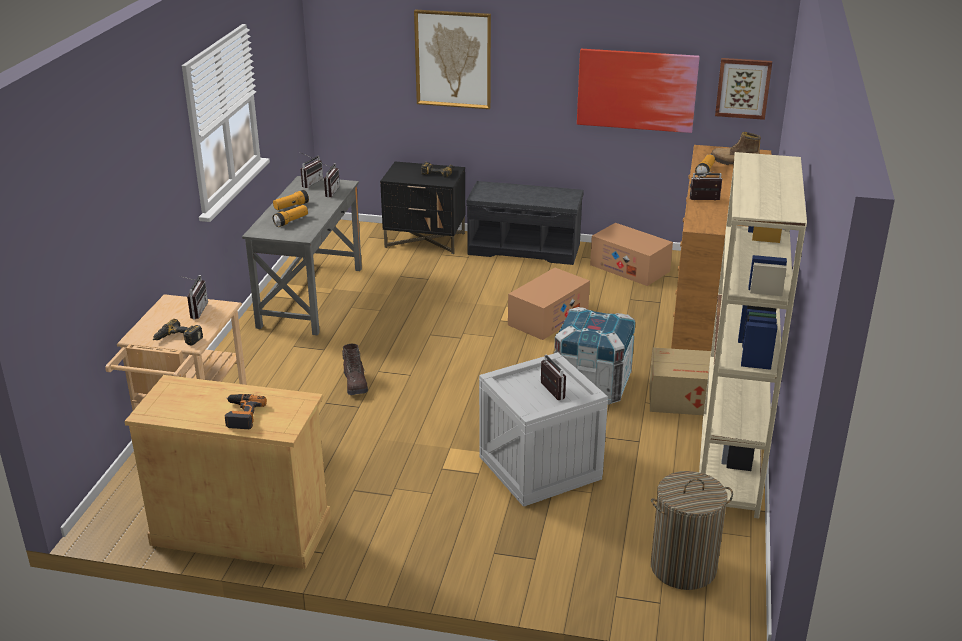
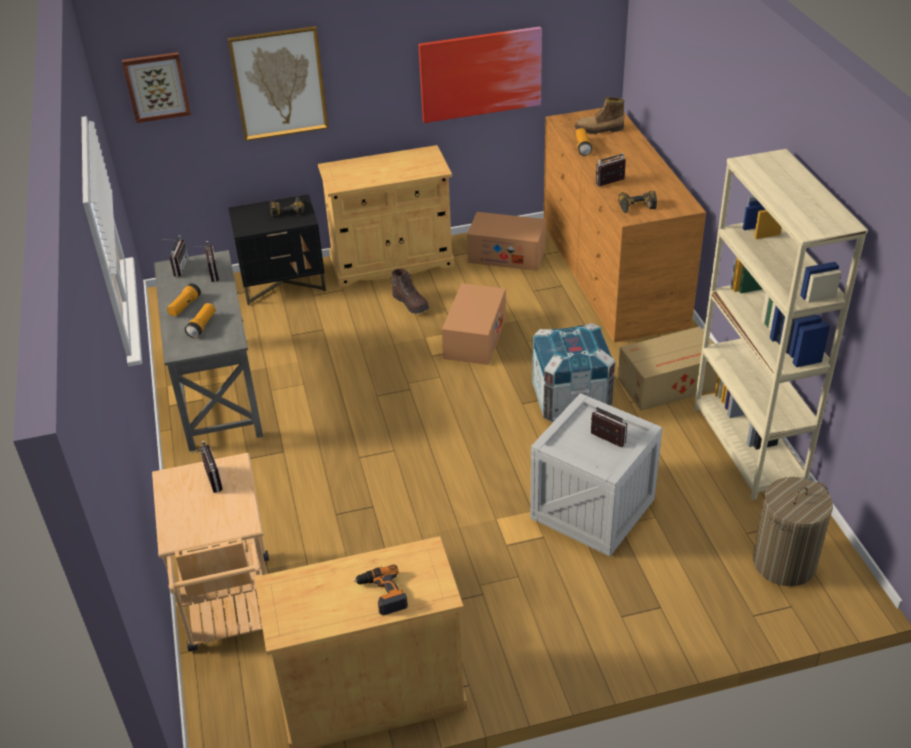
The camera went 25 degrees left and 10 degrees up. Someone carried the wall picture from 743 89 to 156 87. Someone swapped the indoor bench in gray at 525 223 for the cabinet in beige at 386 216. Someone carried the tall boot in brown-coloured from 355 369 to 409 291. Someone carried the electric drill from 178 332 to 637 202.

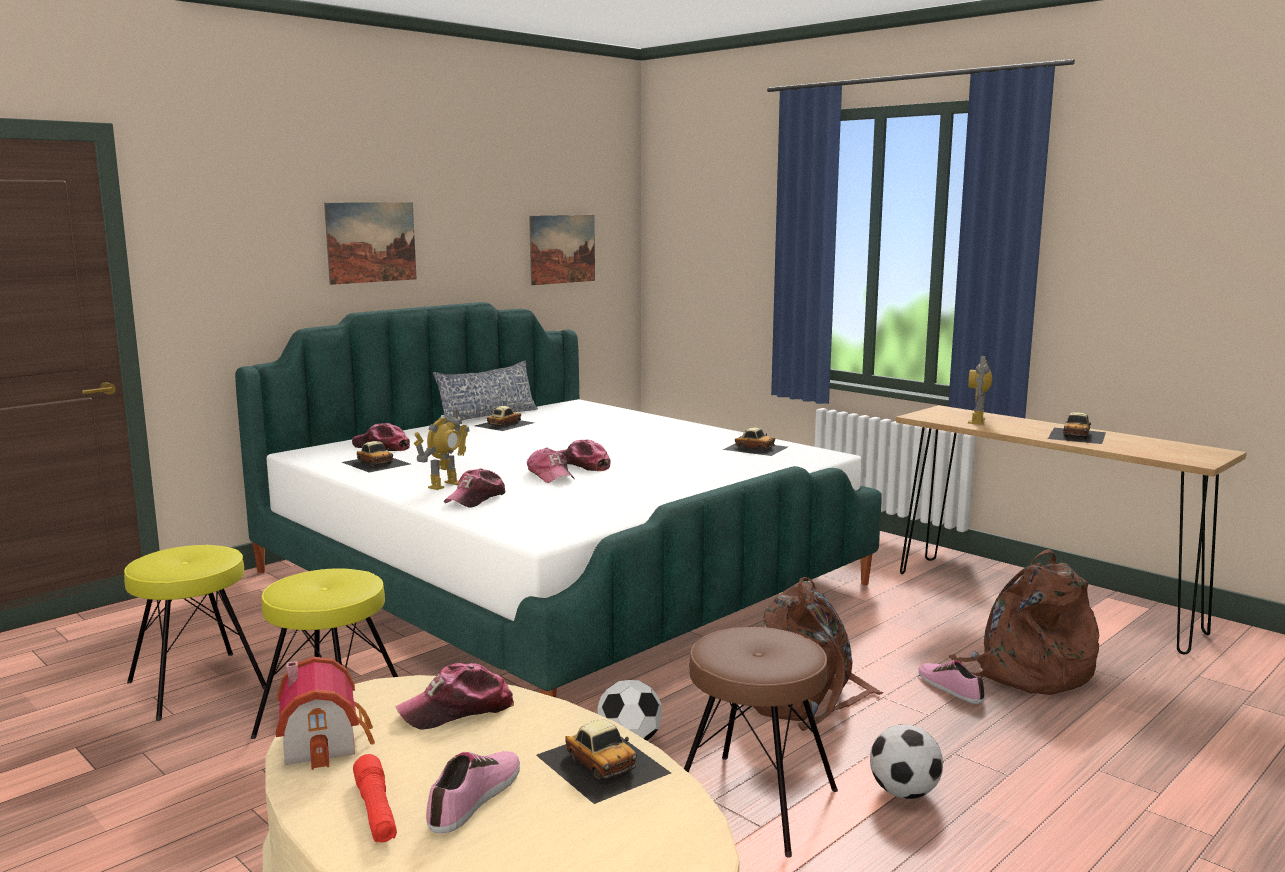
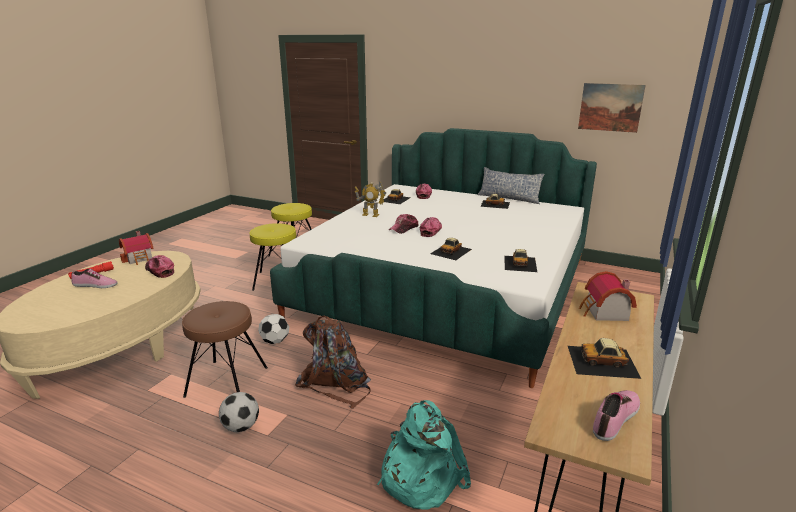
The camera went 70 degrees right and 10 degrees up. Someone repainted the backpack in brown-coloured at 1024 622, which became the backpack in turquoise-coloured at 424 454. Someone carried the model car from 603 761 to 451 249. Someone swapped the toy robot at 980 390 for the miniature house at 608 296. Someone carried the item of footwear from 952 682 to 616 415. Someone took away the wall picture at 370 243. Someone took away the cap at 475 488.

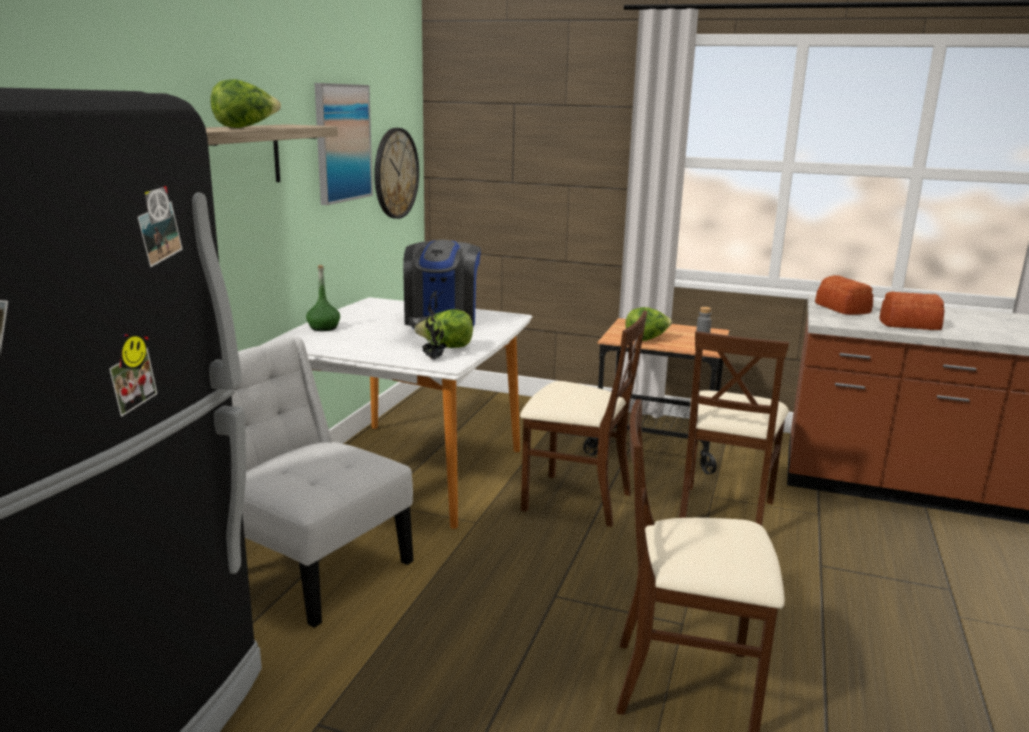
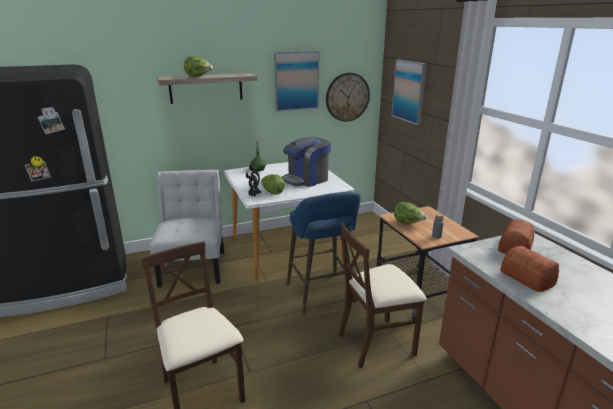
The camera went 50 degrees right and 5 degrees up. Someone swapped the upright chair in beige at 583 418 for the sitting stool in bluish at 324 252. Someone put up the wall picture at 409 92.

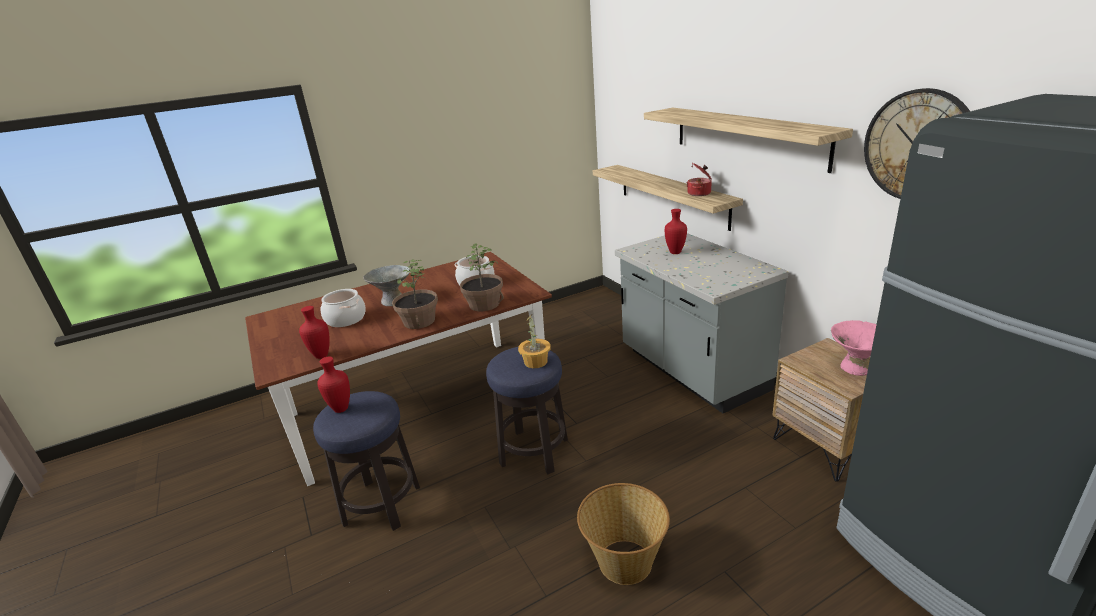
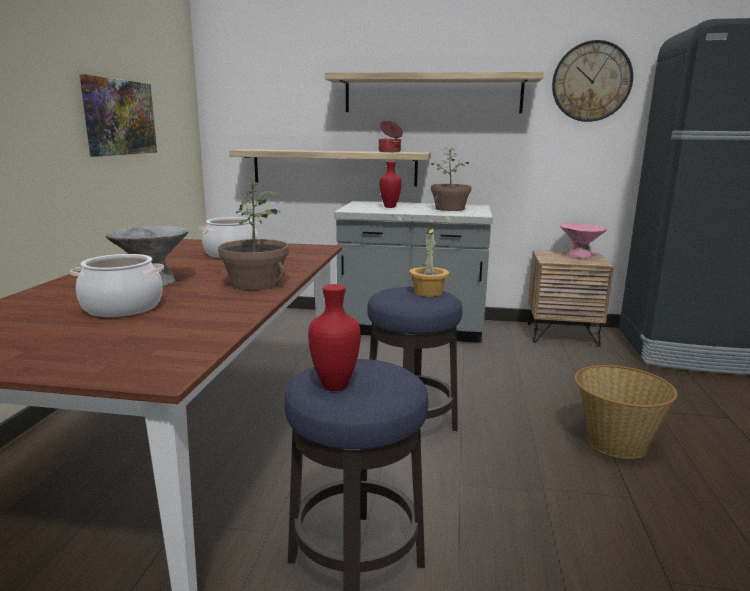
The camera went 55 degrees left and 10 degrees down. Someone put up the wall picture at 118 115. Someone carried the houseplant from 482 277 to 451 179. Someone took away the decorative vase in red at 314 332.

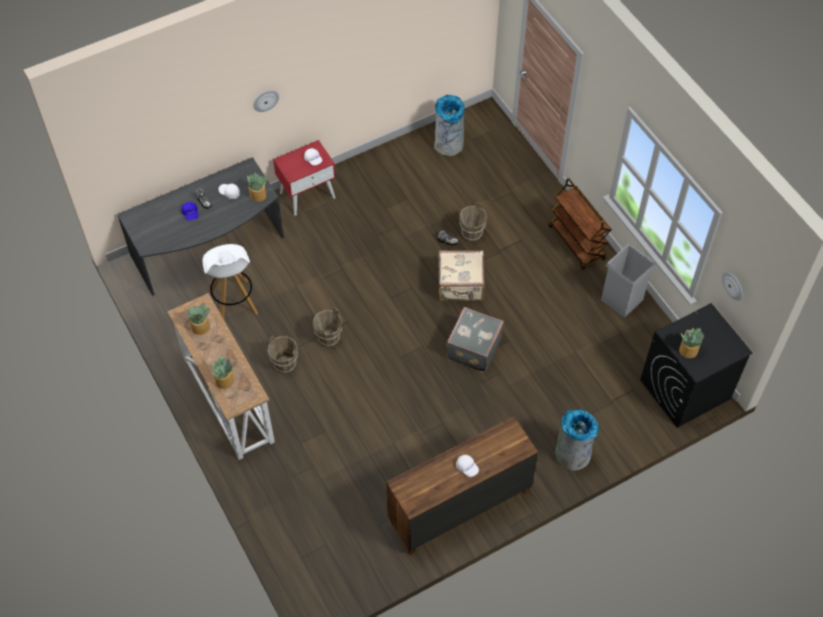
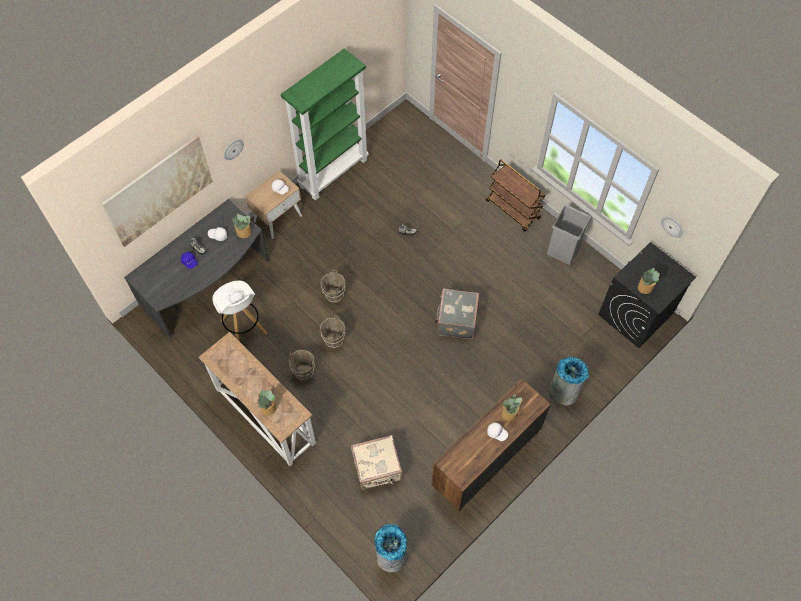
The camera went 15 degrees left and 5 degrees up. Someone put up the wall picture at 157 191. Someone repainted the nightstand in red at 304 178, which became the nightstand in beige at 273 205. Someone put down the bookcase in greenish at 325 124. Someone carried the pail in brown-coloured from 473 222 to 333 286. Someone carried the travel case in beige from 462 275 to 376 462. Someone carried the rubbish bin in gray from 449 125 to 391 548. Someone carried the houseplant from 198 319 to 512 407.

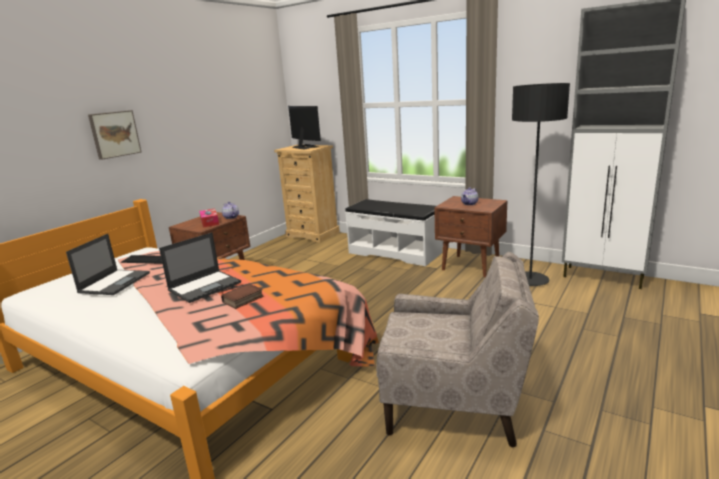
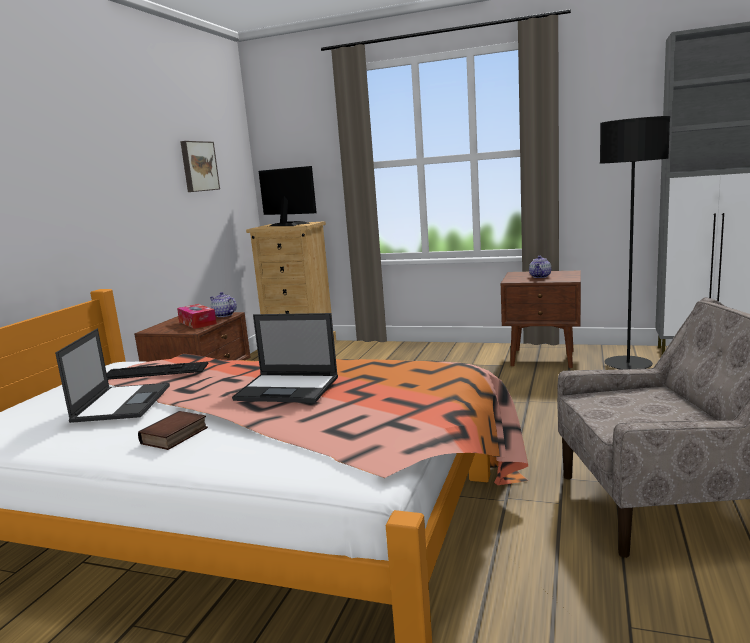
The camera went 15 degrees left and 5 degrees down. Someone carried the bound book from 242 296 to 173 430. Someone carried the wall picture from 114 135 to 200 166. Someone rotated the portable computer at 200 267 by 75 degrees clockwise. Someone took away the indoor bench in whitish at 393 232.

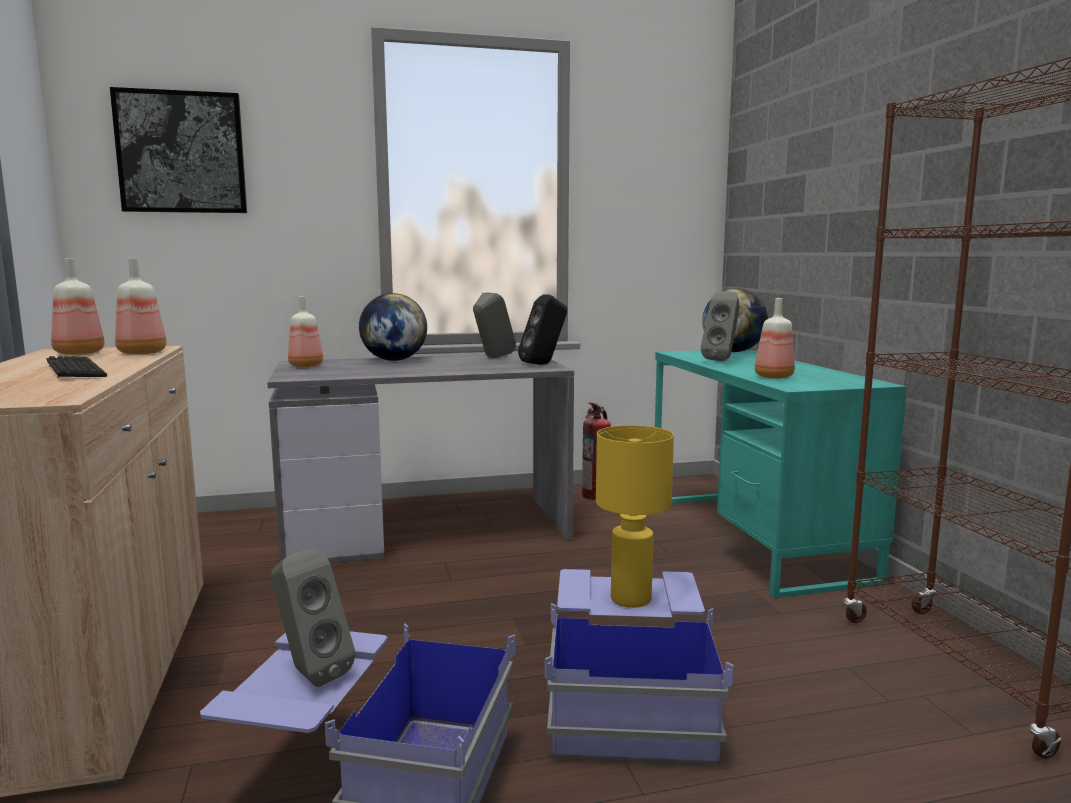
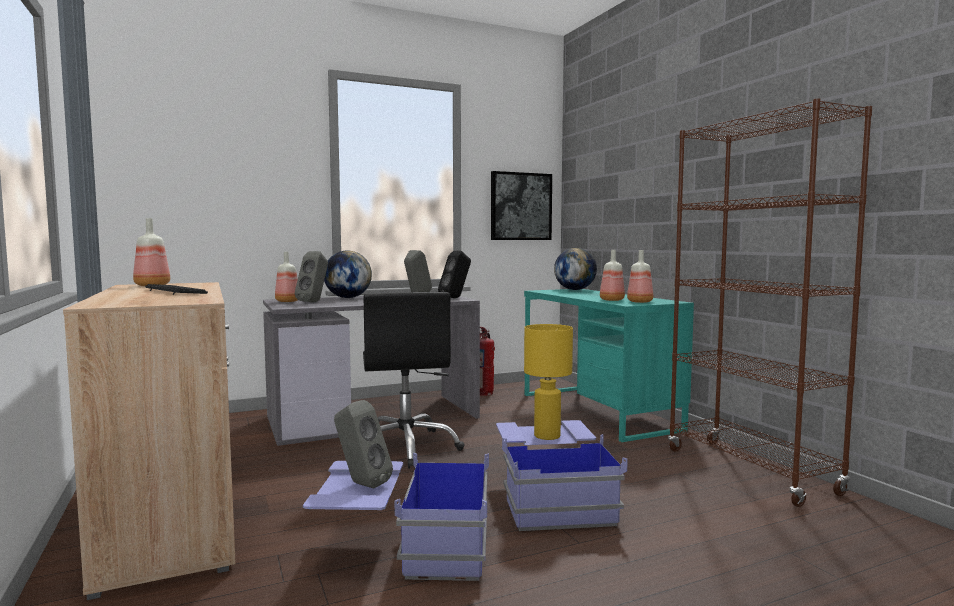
The camera went 10 degrees left and 5 degrees down. Someone carried the audio speaker in gray from 720 326 to 311 277. Someone put down the computer chair in blackish at 414 380. Someone carried the wall picture from 178 150 to 521 205. Someone carried the drink bottle from 141 306 to 640 276.

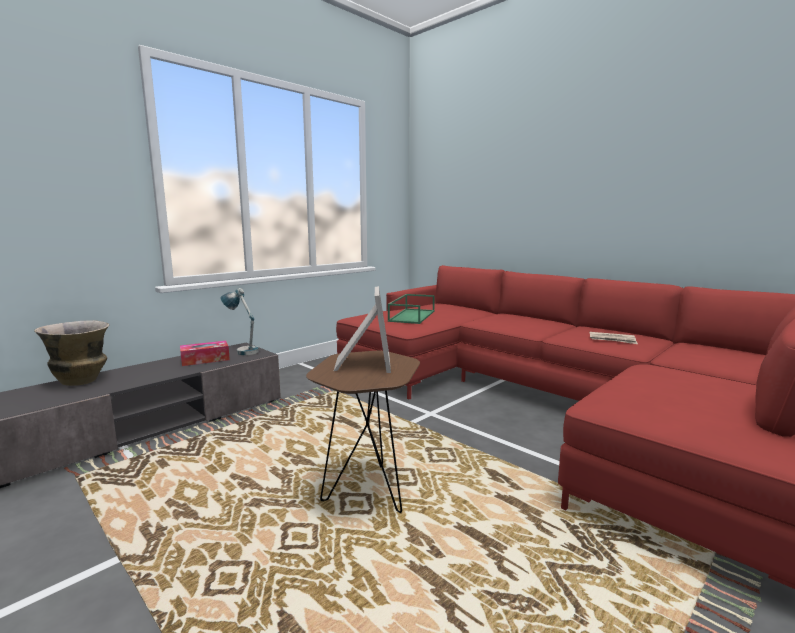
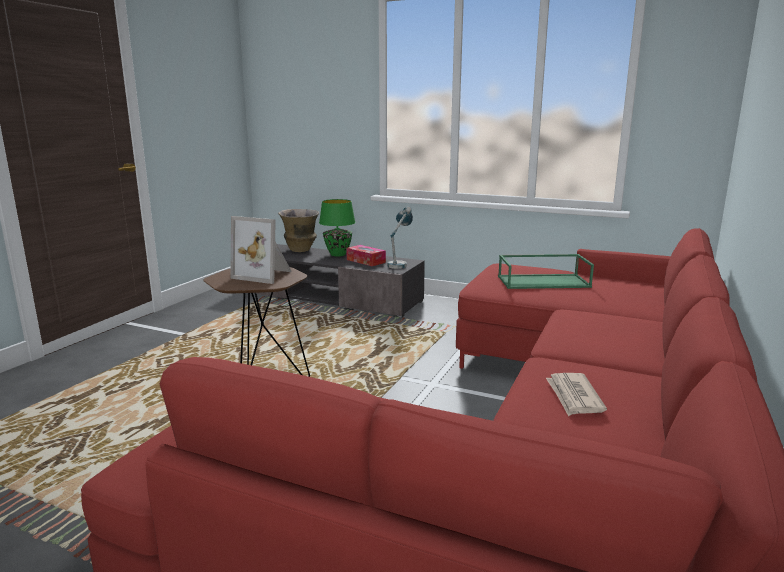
The camera went 70 degrees right and 5 degrees up. Someone rotated the picture frame at 362 329 by 45 degrees clockwise. Someone put down the lamp for a table in greenish at 337 227.

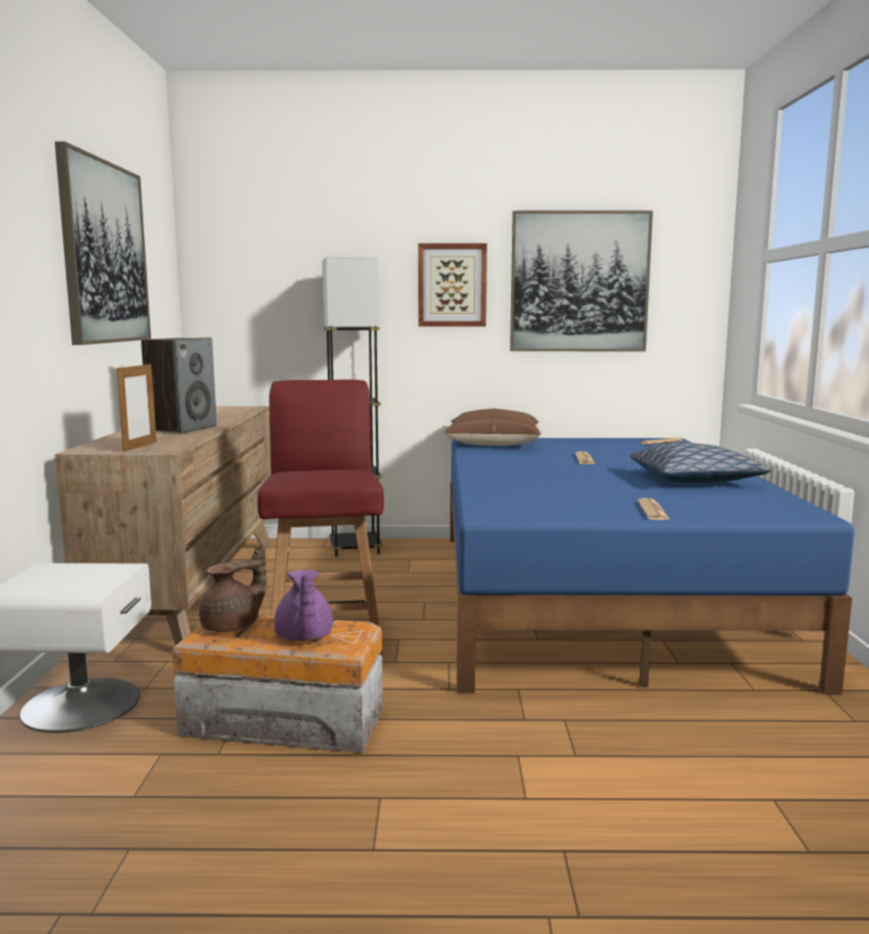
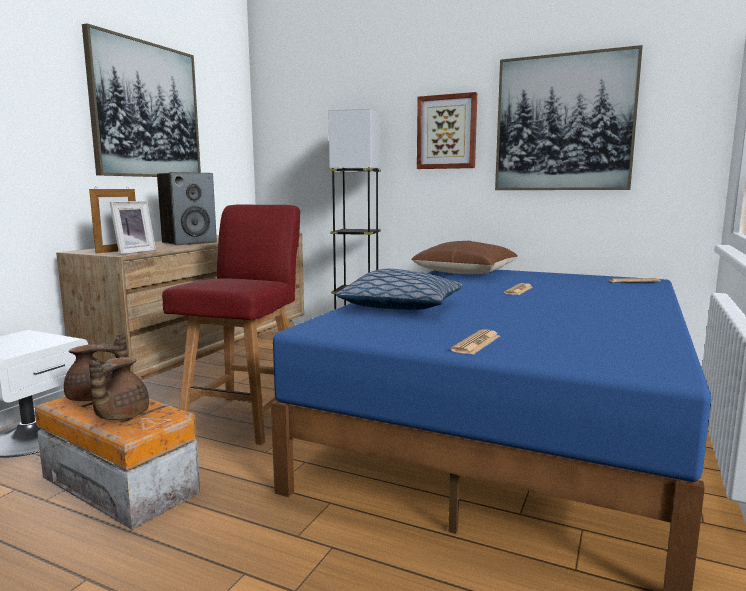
The camera went 25 degrees right and 0 degrees up. Someone repainted the tea pot in purple-coloured at 303 605, which became the tea pot in brown-coloured at 119 388. Someone put down the picture frame at 132 228. Someone carried the cushion from 700 462 to 399 289.

